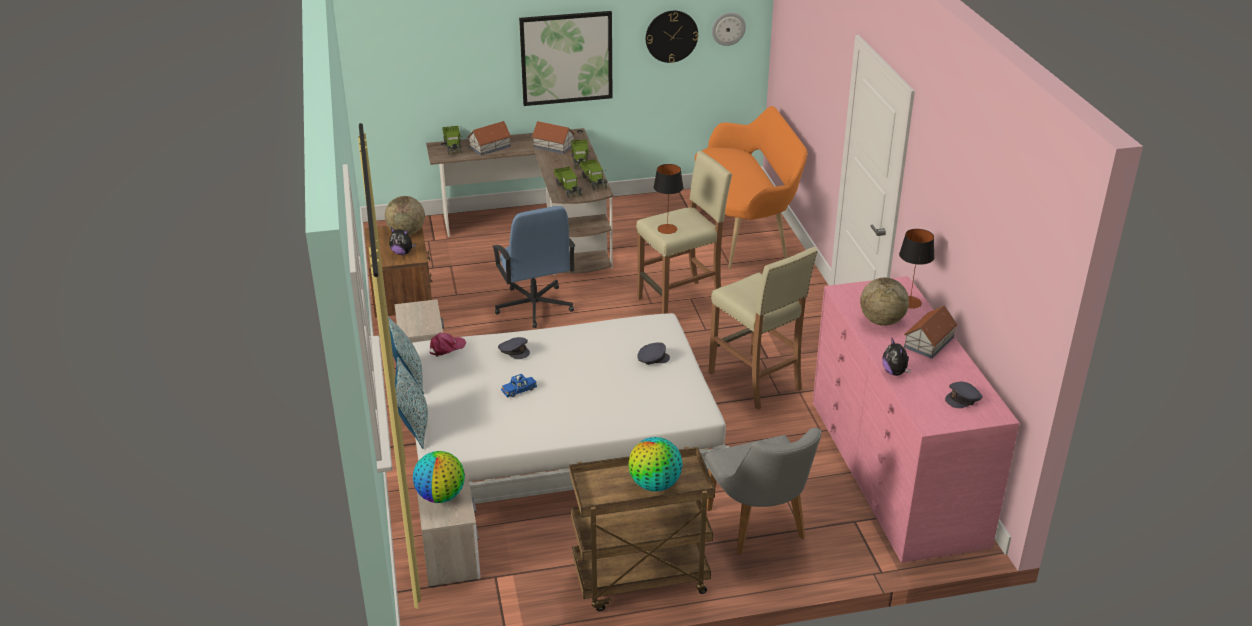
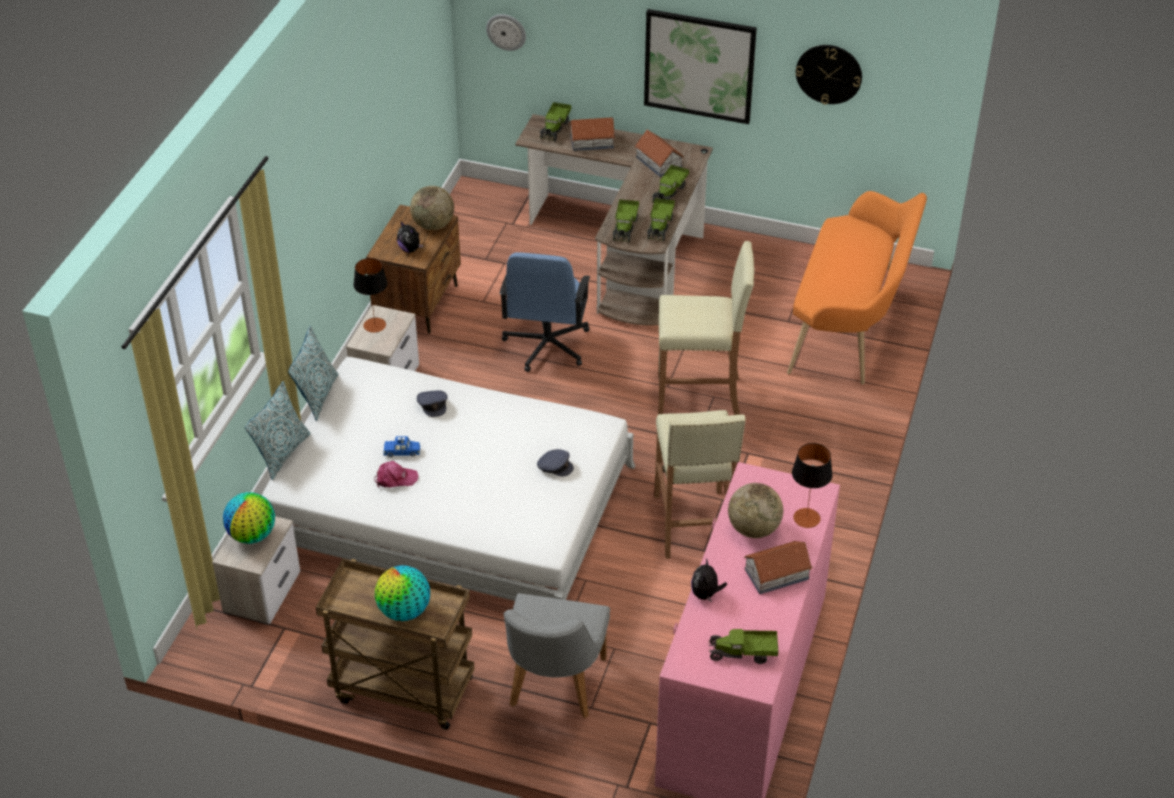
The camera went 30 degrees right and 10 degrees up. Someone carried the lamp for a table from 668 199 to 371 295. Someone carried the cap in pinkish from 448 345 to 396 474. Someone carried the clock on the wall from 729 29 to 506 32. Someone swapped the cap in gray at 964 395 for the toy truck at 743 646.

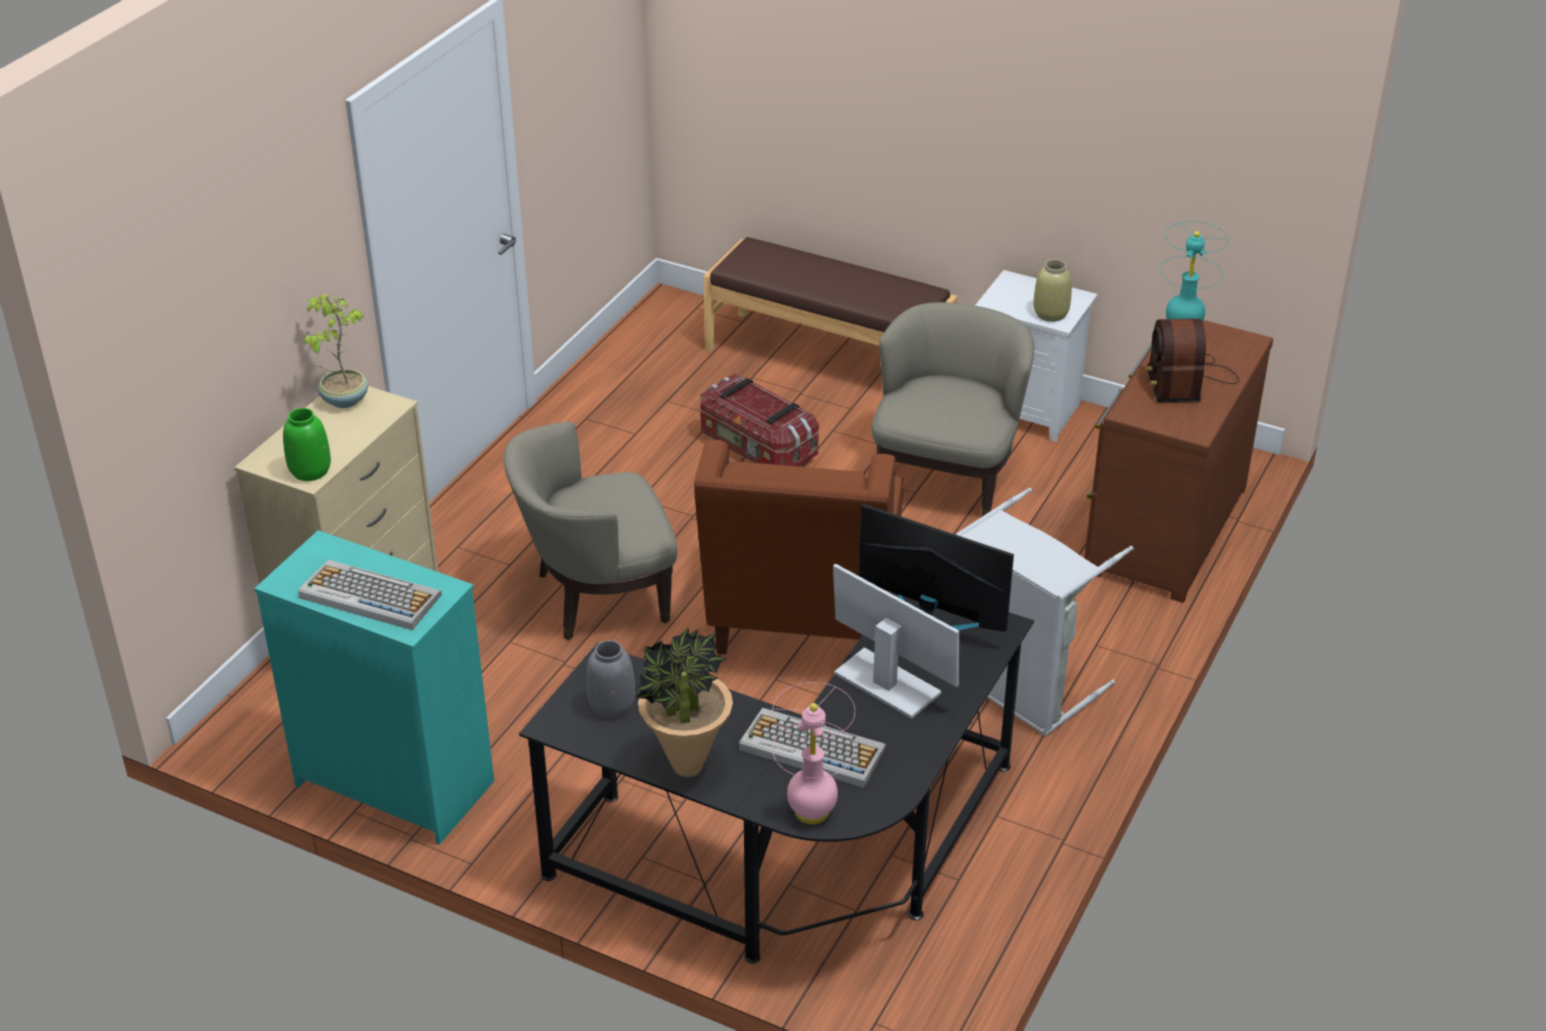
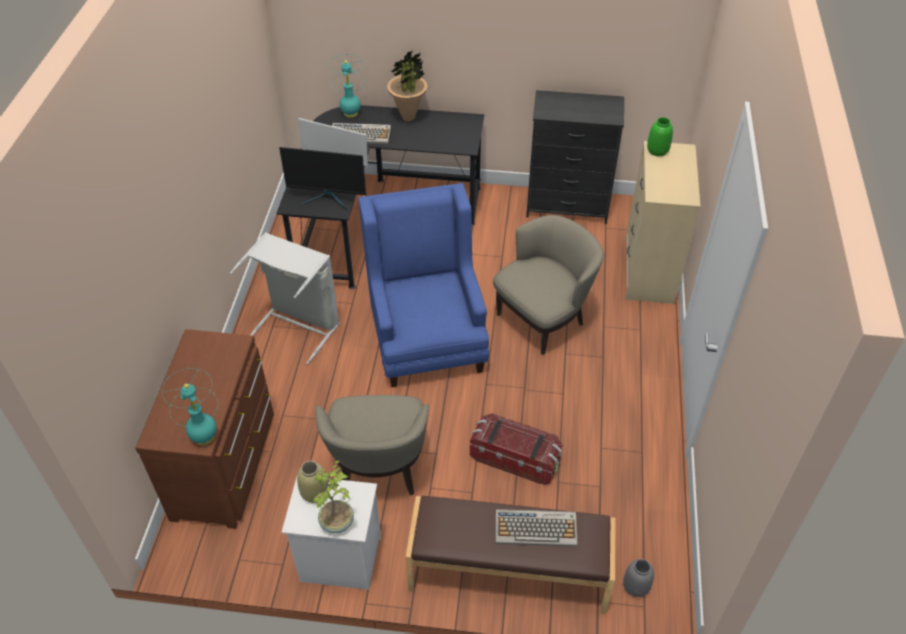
The camera went 160 degrees right and 10 degrees up. Someone carried the houseplant from 336 351 to 333 496. Someone repainted the lamp for a table in pinkish at 813 753, which became the lamp for a table in turquoise-coloured at 347 86. Someone repainted the lounge chair in brown-coloured at 798 547, which became the lounge chair in bluish at 423 285. Someone carried the PC keyboard from 370 595 to 536 528. Someone repainted the dresser in turquoise-coloured at 374 687, which became the dresser in blackish at 575 157. Someone carried the decorative vase in gray from 610 679 to 638 578. Someone took away the radio at 1192 360.

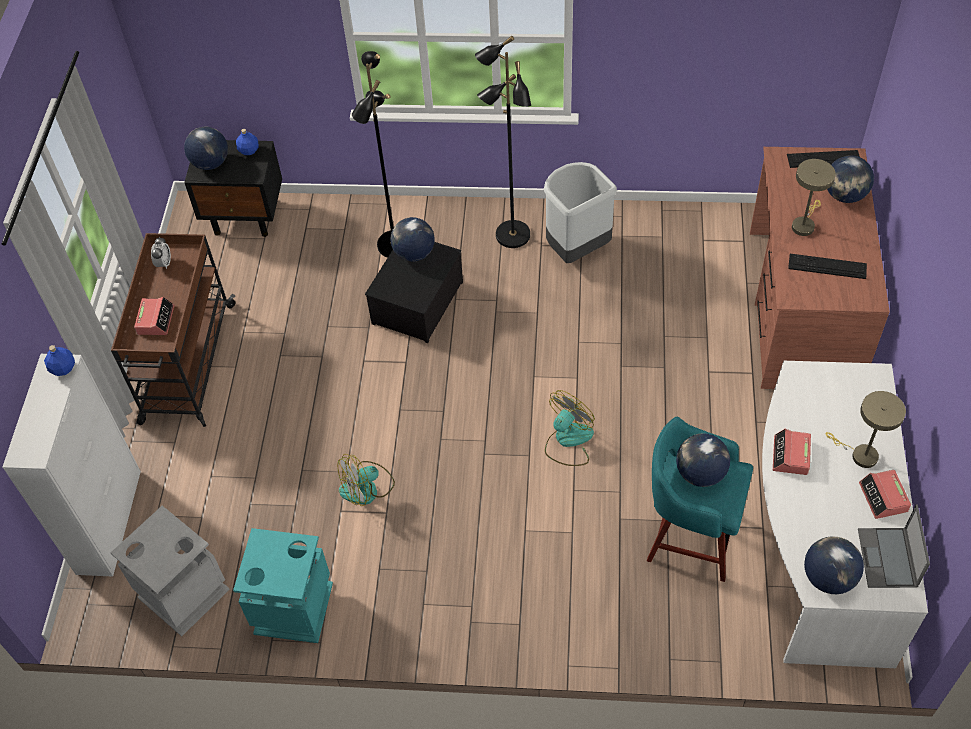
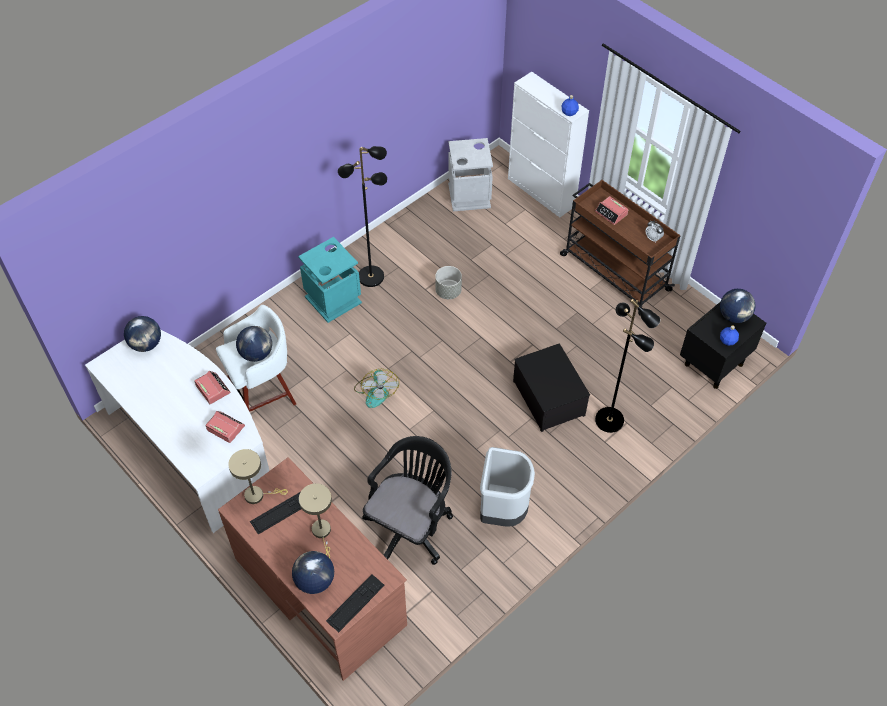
The camera went 130 degrees right and 0 degrees up. Someone carried the alarm clock from 885 494 to 225 427. Someone repainted the sitting stool in turquoise-coloured at 700 499, which became the sitting stool in whitish at 256 358. Someone carried the lamp for a table in beige from 866 429 to 258 476. Someone carried the rubbish bin in turquoise-coloured from 283 585 to 330 280. Someone carried the standard lamp in blackish from 503 142 to 362 216. Someone put down the computer chair in blackish at 407 500. Someone swapped the electric fan at 366 480 for the flower pot in gray at 448 282. Someone took away the desk globe at 413 239. Someone took away the portable computer at 894 546.

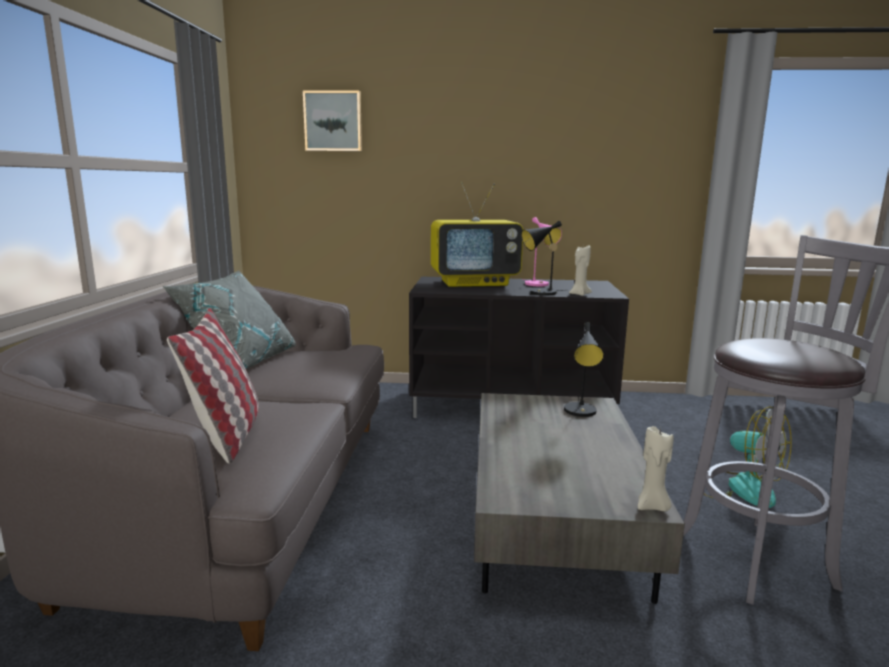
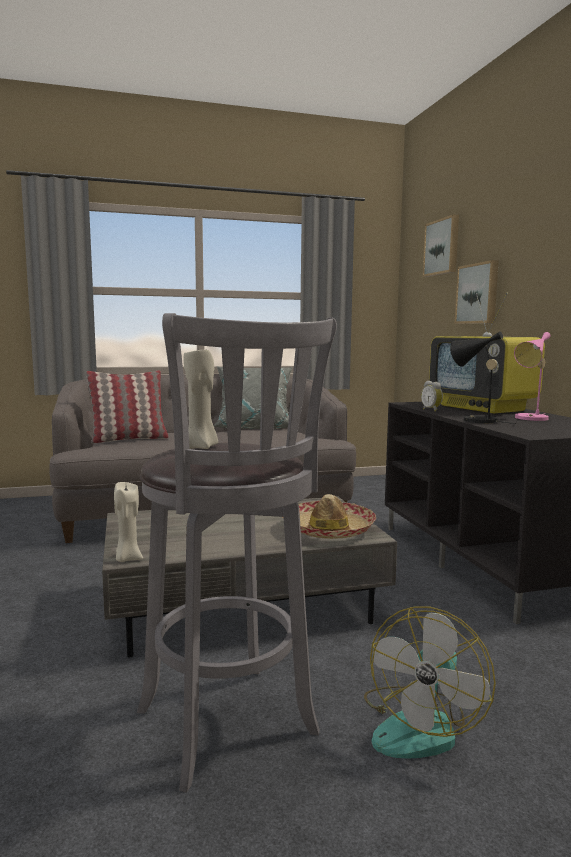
The camera went 70 degrees right and 5 degrees down. Someone carried the wax candle in beige from 580 270 to 200 398. Someone swapped the lamp for a table in blackish at 584 369 for the clothing hat at 337 516. Someone put down the alarm clock at 432 396. Someone put up the wall picture at 477 292.

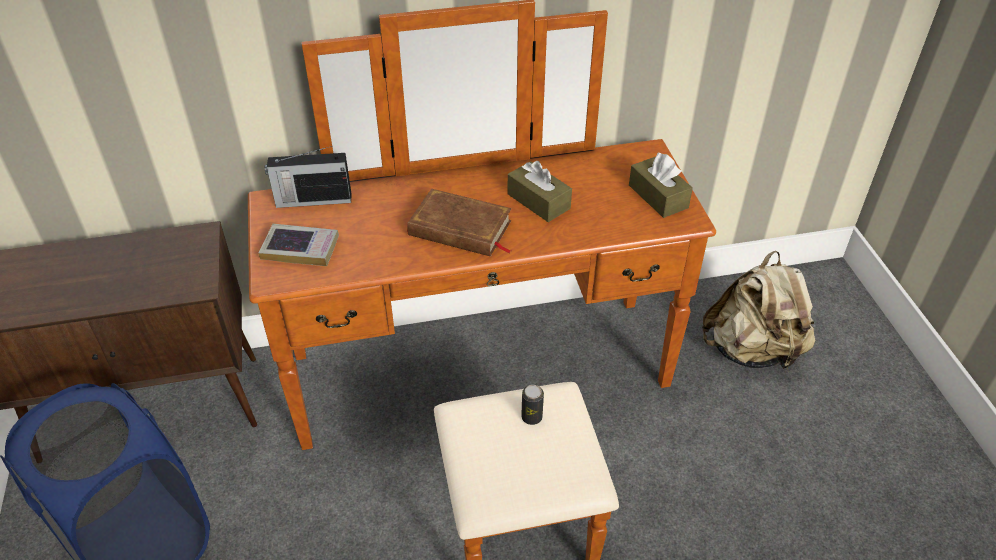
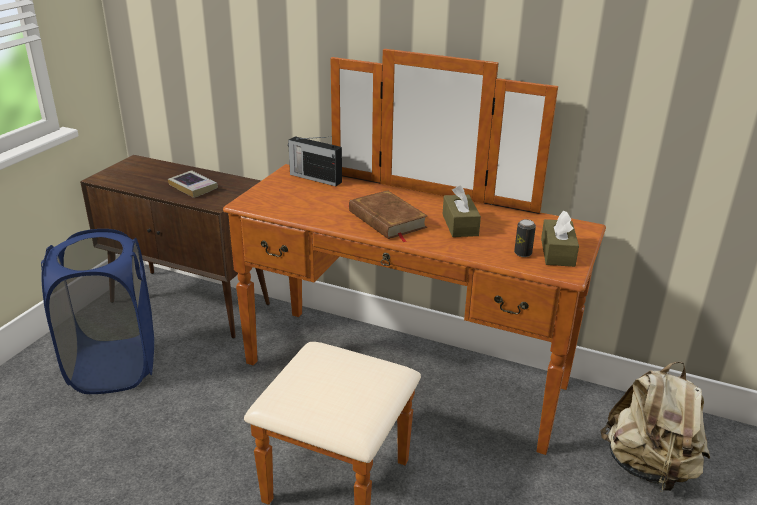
The camera went 35 degrees right and 15 degrees down. Someone carried the bound book from 298 245 to 193 184. Someone carried the can from 532 405 to 525 238.

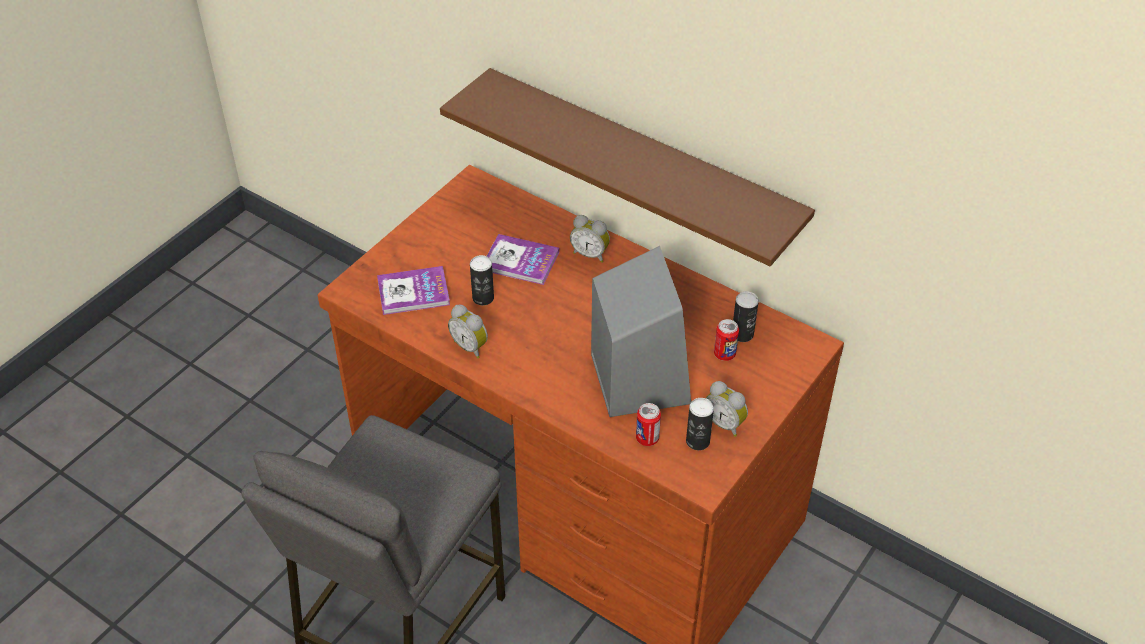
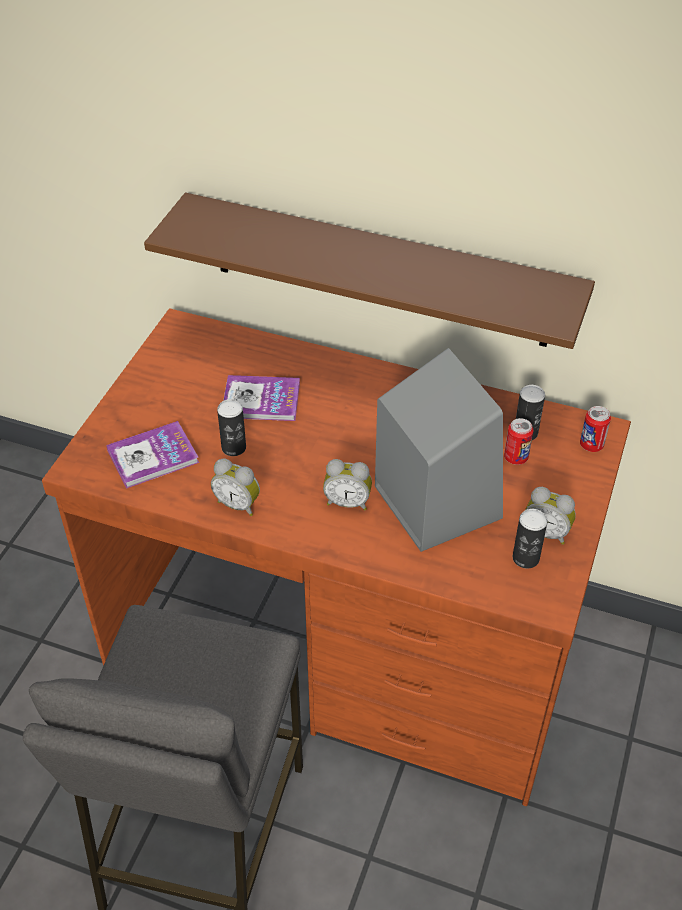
The camera went 15 degrees left and 0 degrees up. Someone carried the alarm clock from 590 239 to 347 484. Someone carried the can from 648 424 to 595 429.

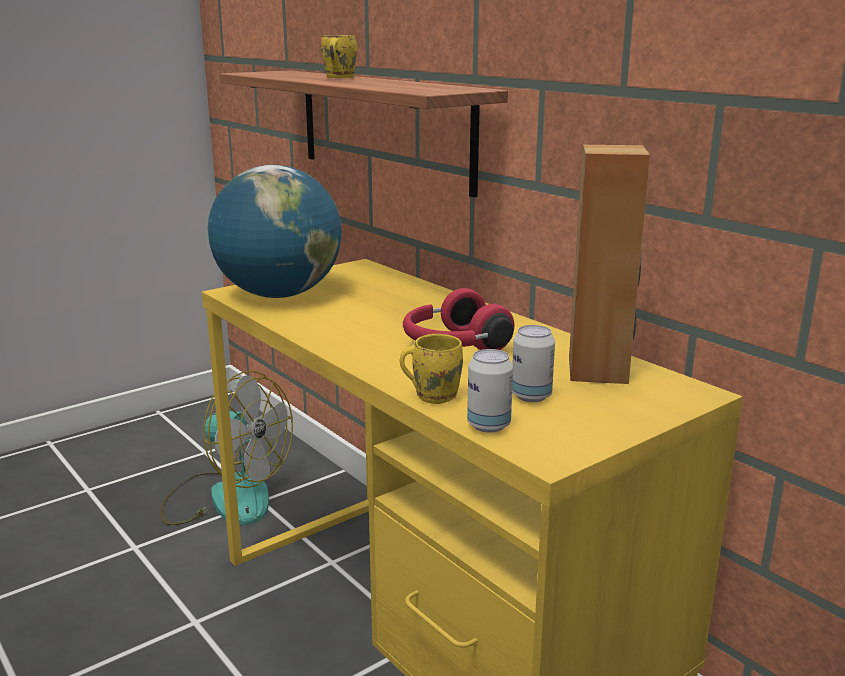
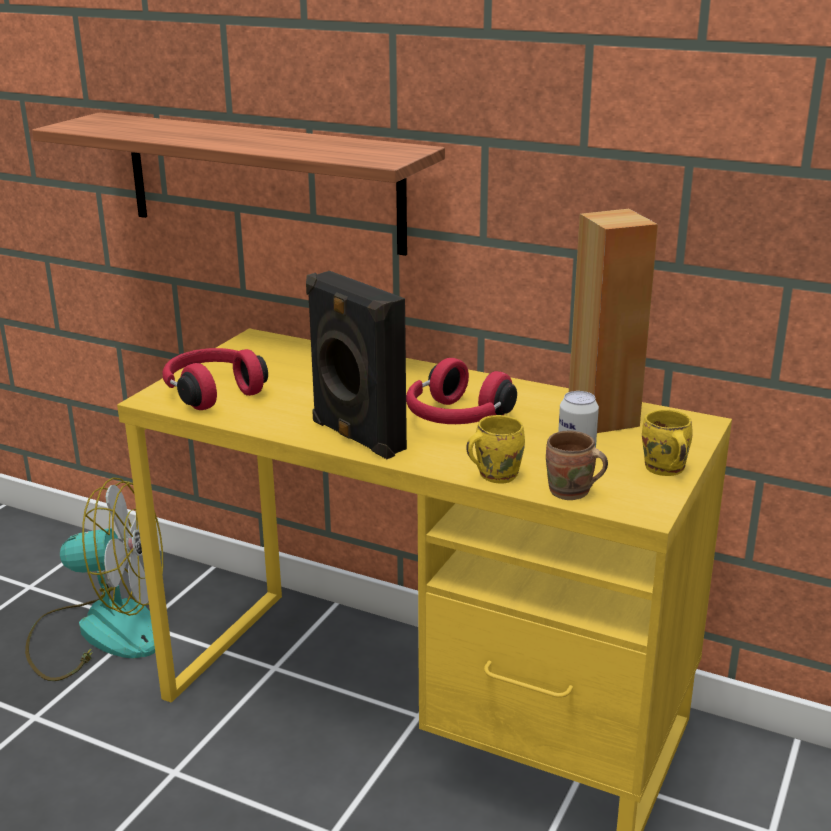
The camera went 25 degrees left and 5 degrees up. Someone swapped the desk globe at 275 231 for the headset in red at 215 379. Someone put down the audio speaker in blackish at 356 365. Someone swapped the can at 490 391 for the tea mug in brown-coloured at 577 465. Someone carried the tea mug in yellowish from 339 56 to 667 442.

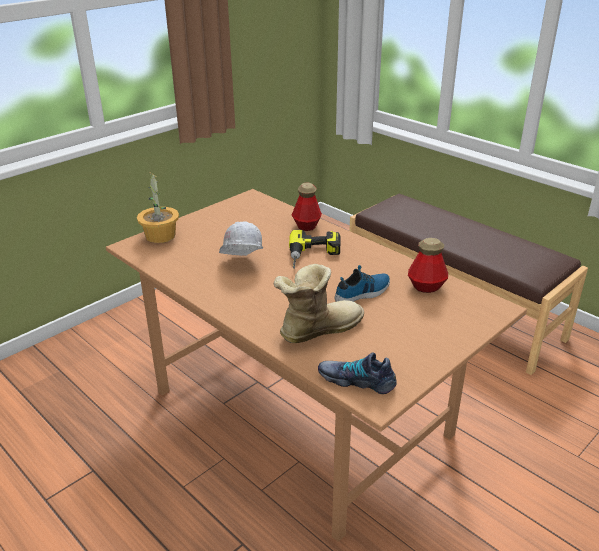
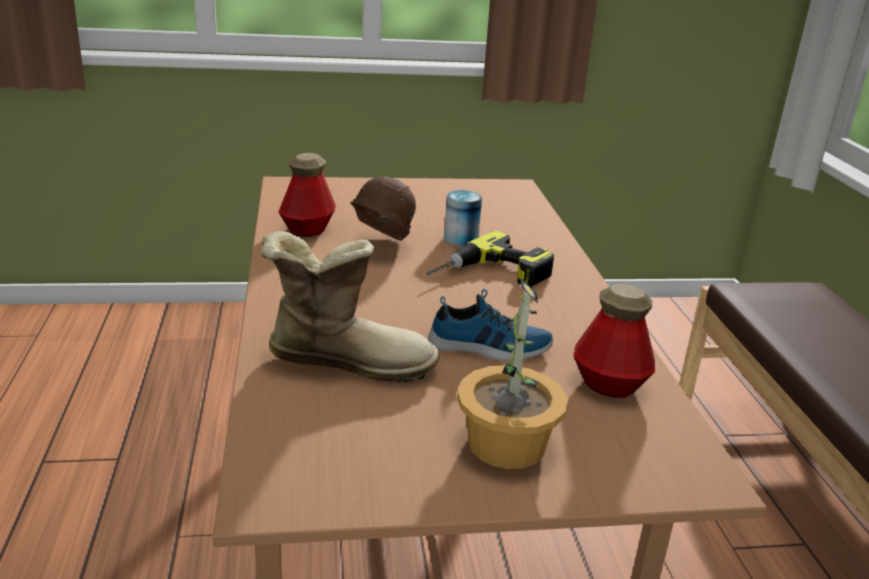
The camera went 35 degrees right and 5 degrees down. Someone carried the drink bottle from 307 207 to 307 195. Someone repainted the work helmet in whitish at 241 238, which became the work helmet in brown-coloured at 383 208. Someone put down the can at 463 218. Someone carried the houseplant from 158 207 to 512 373. Someone took away the item of footwear at 357 373.

